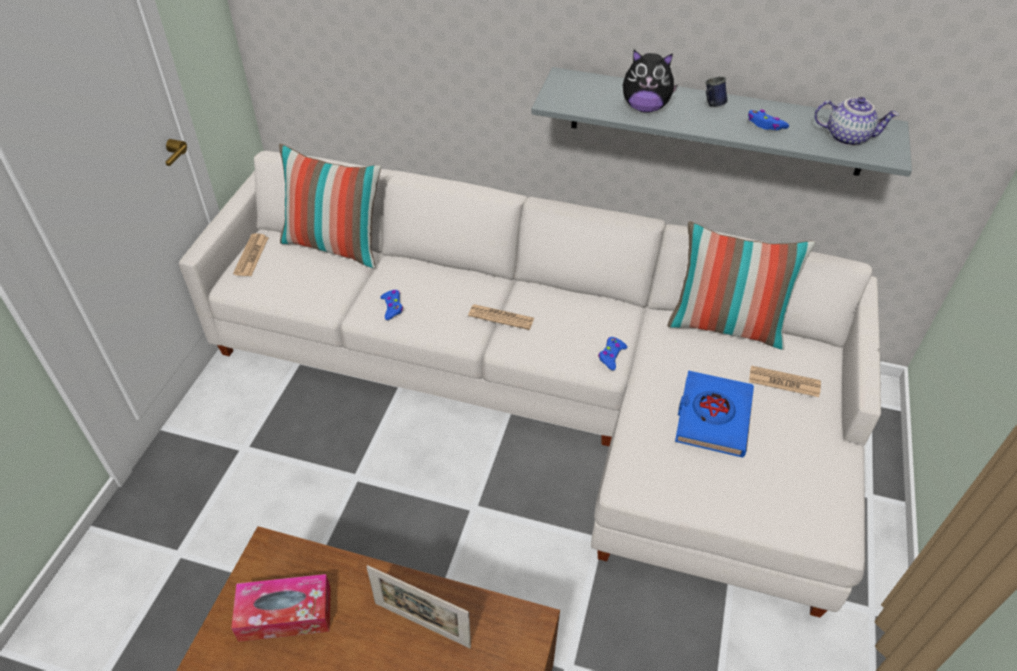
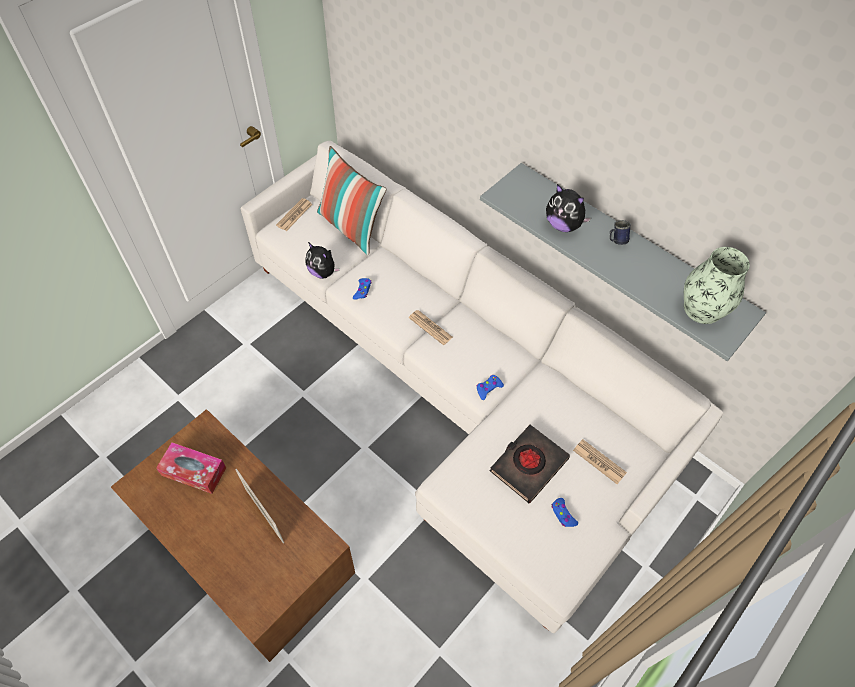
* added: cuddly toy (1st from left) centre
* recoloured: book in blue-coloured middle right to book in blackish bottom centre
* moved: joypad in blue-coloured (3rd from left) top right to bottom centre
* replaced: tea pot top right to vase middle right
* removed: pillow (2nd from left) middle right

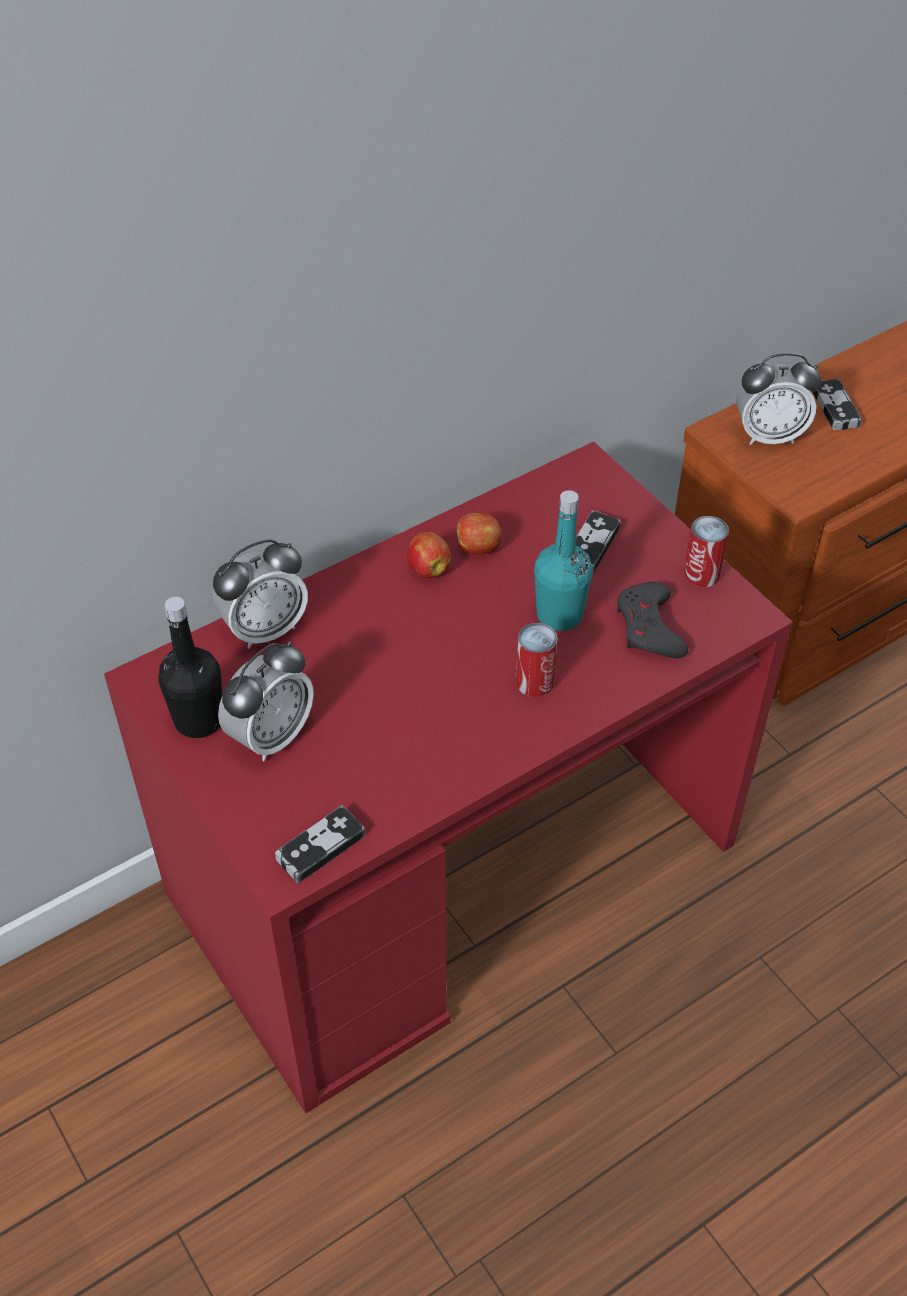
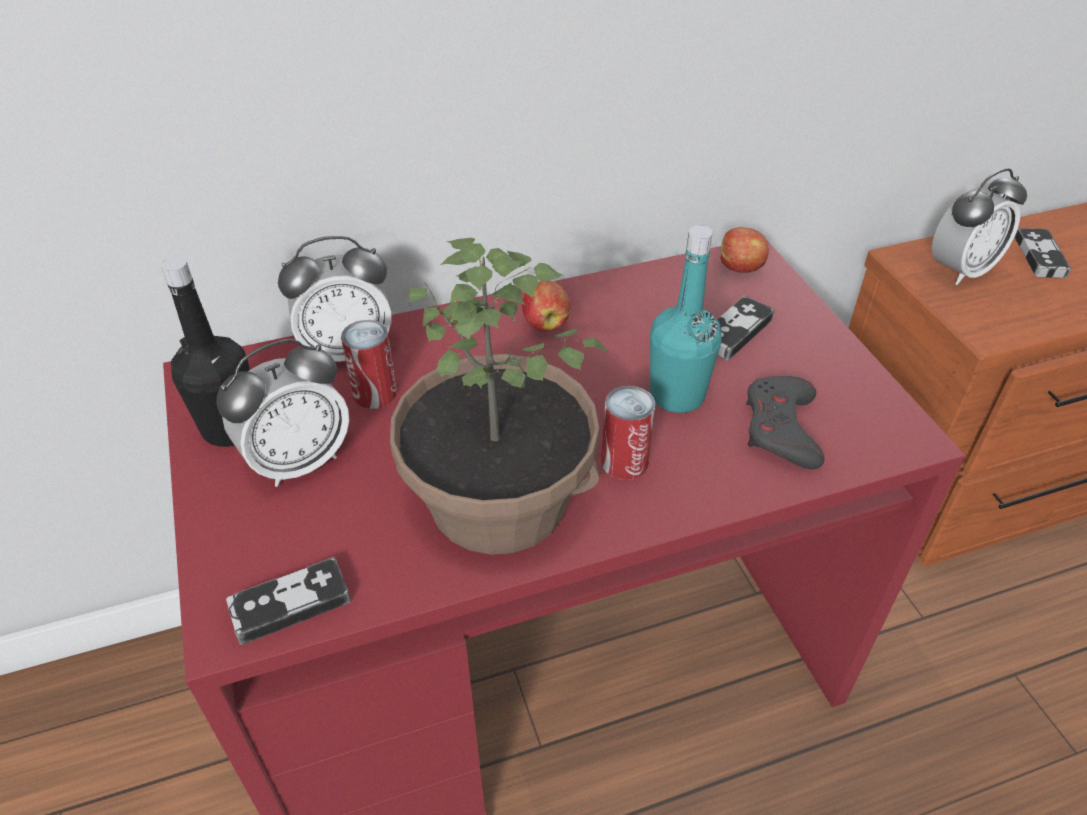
* moved: metal can (2nd from left in the first image) middle right to metal can (1st from left) centre
* added: potted plant centre
* moved: apple fruit (2nd from left) centre to top right
* turned: bedside clock (3rd from left) top right = top right 45 degrees counterclockwise

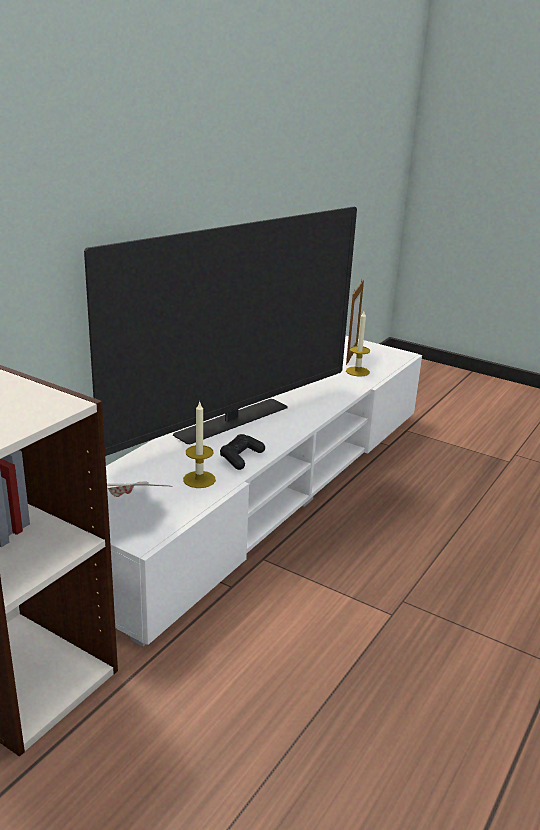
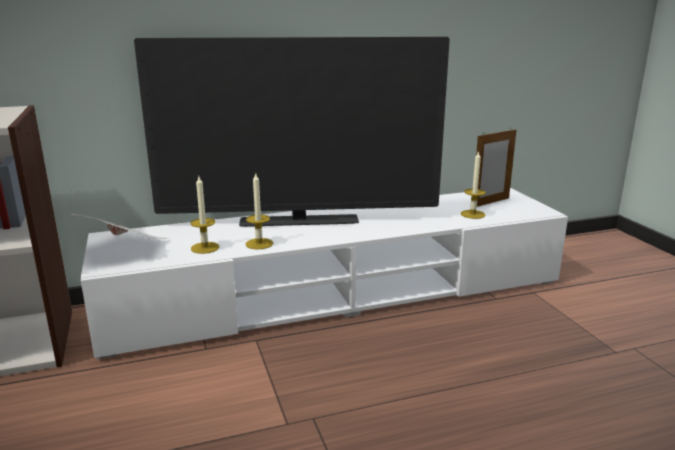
* replaced: joypad in blackish centre to candle (2nd from left) centre

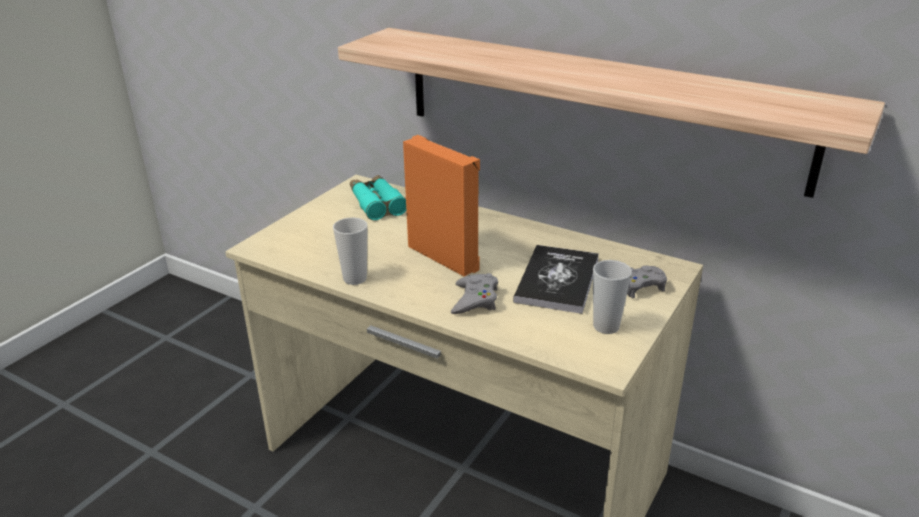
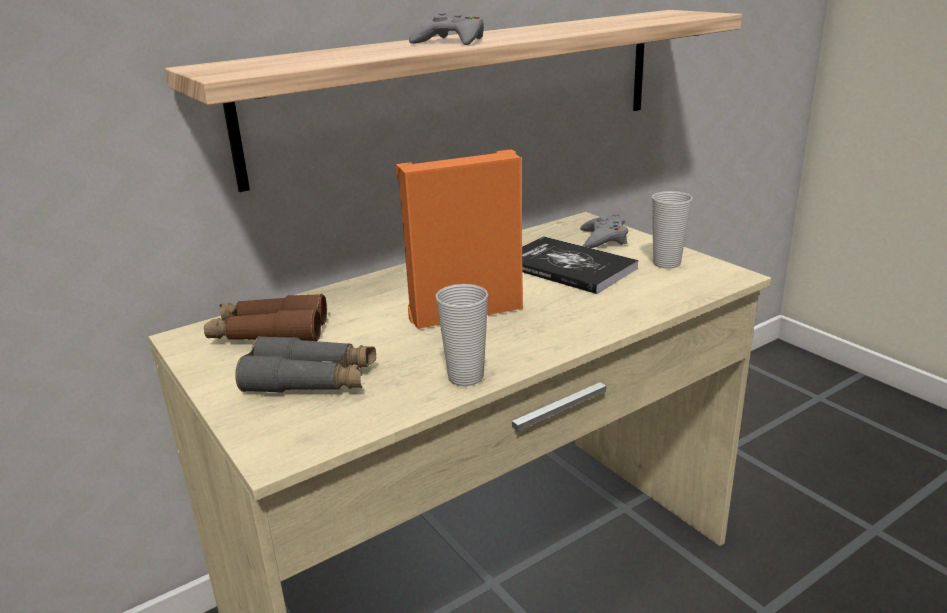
* recoloured: binoculars in turquoise centre to binoculars in brown-coloured middle left
* added: binoculars in gray middle left
* moved: joypad in gray (1st from left) centre to top centre

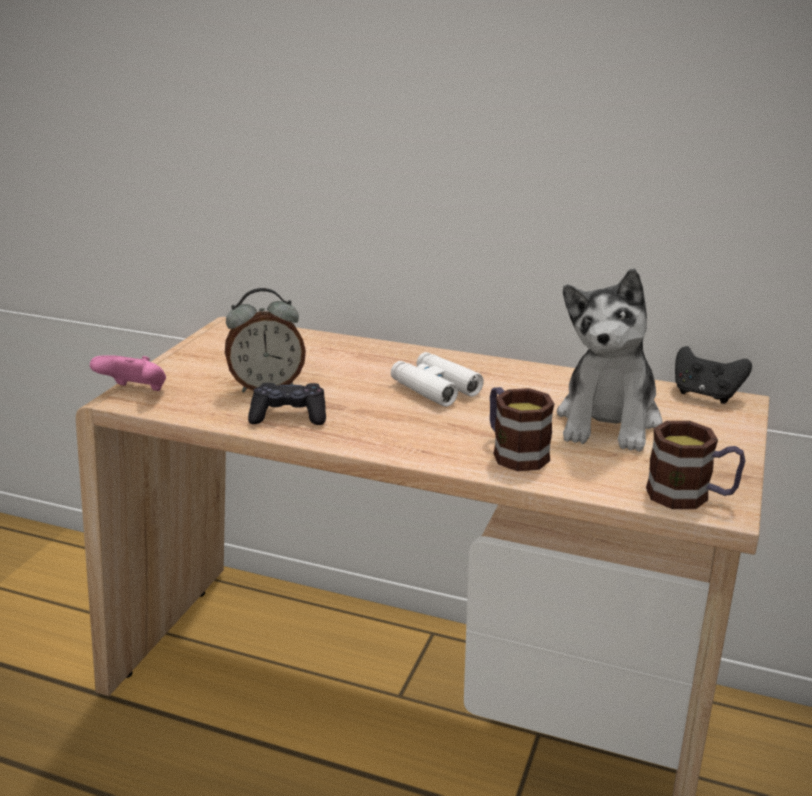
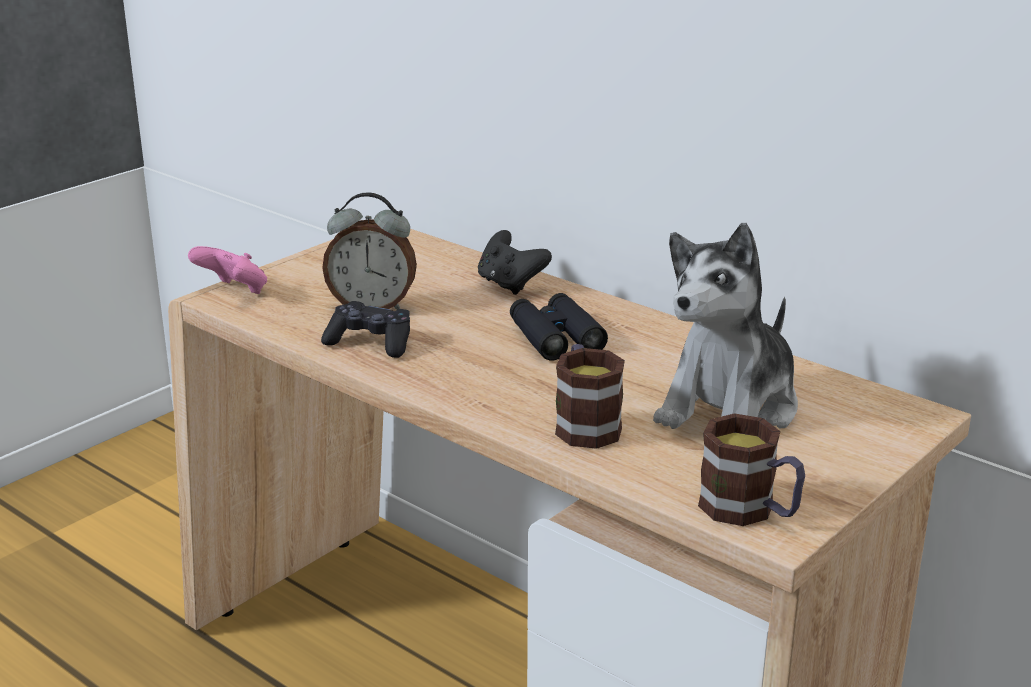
* moved: joypad in blackish (2nd from left) middle right to centre
* recoloured: binoculars in white-coloured centre to binoculars in blackish centre

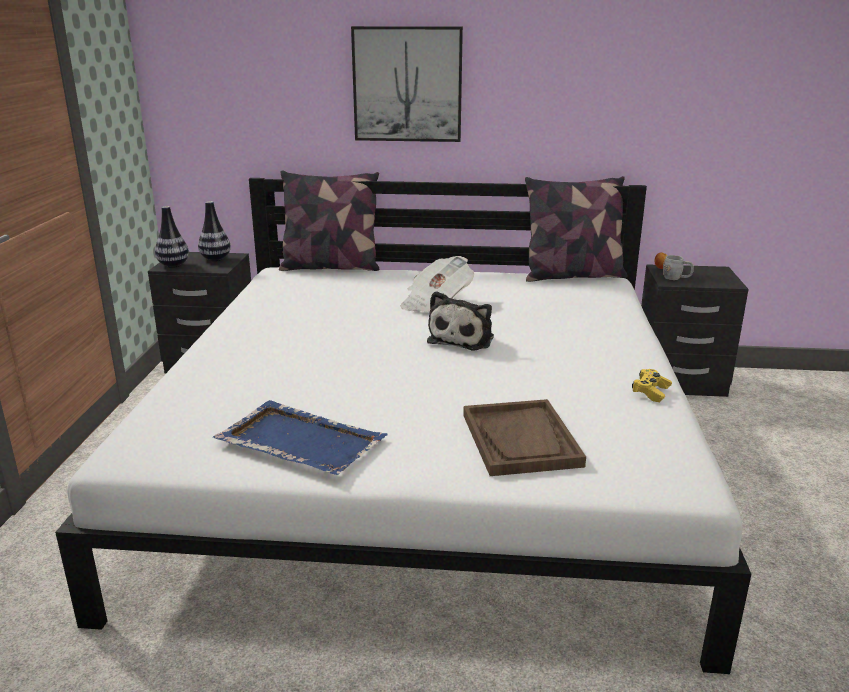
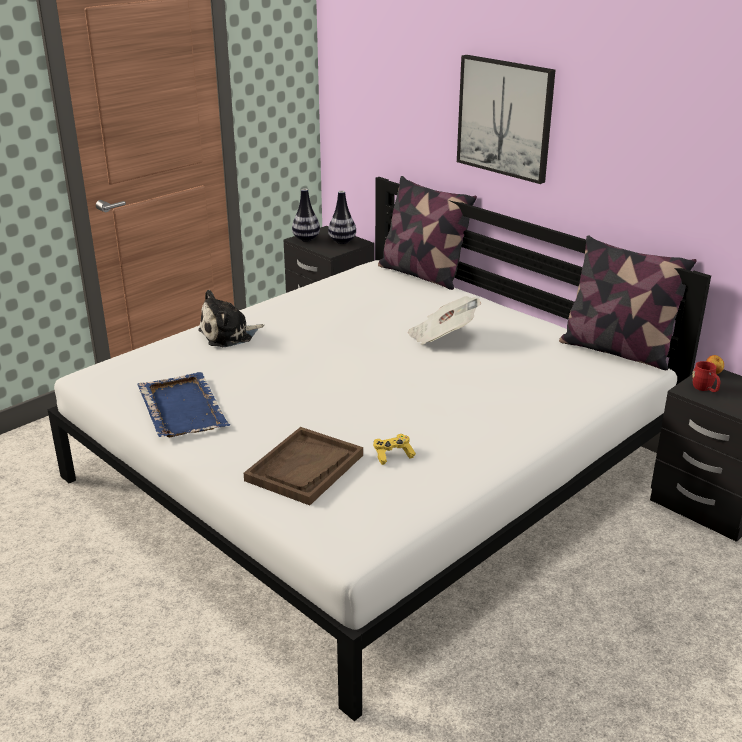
* moved: cuddly toy centre to middle left
* moved: joypad in yellowish middle right to centre
* recoloured: coffee mug in gray middle right to coffee mug in red-coloured middle right

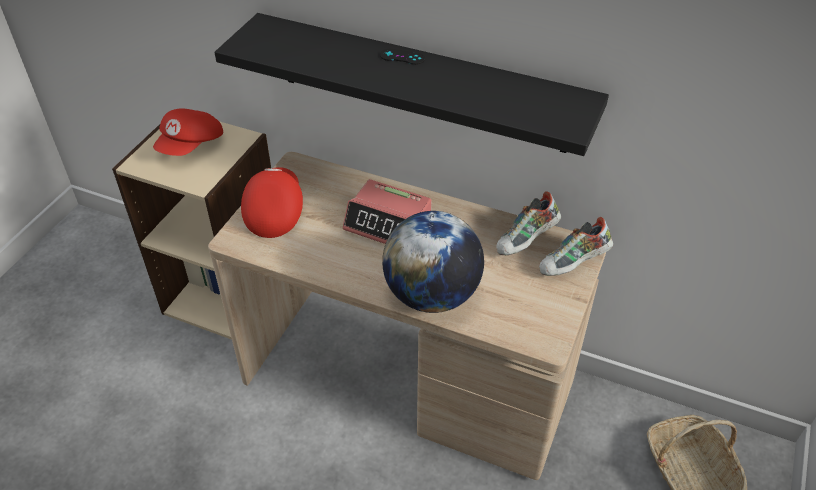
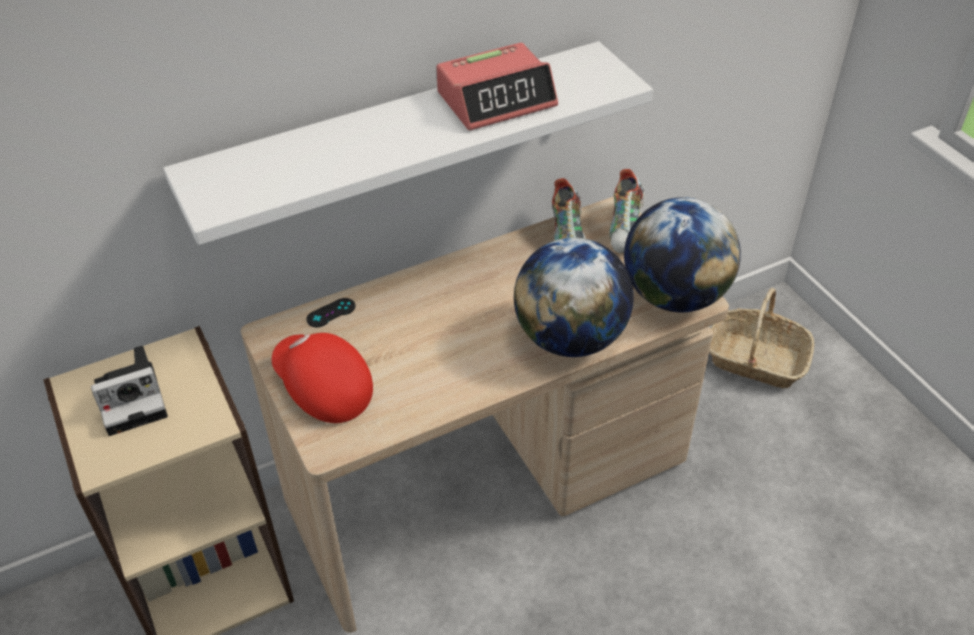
* replaced: cap in red-coloured (1st from left) top left to photo camera middle left
* recoloured: shelf in blackish top centre to shelf in white-coloured top centre
* moved: joypad in blackish top centre to centre
* moved: bedside clock centre to top centre
* added: globe (2nd from left) middle right

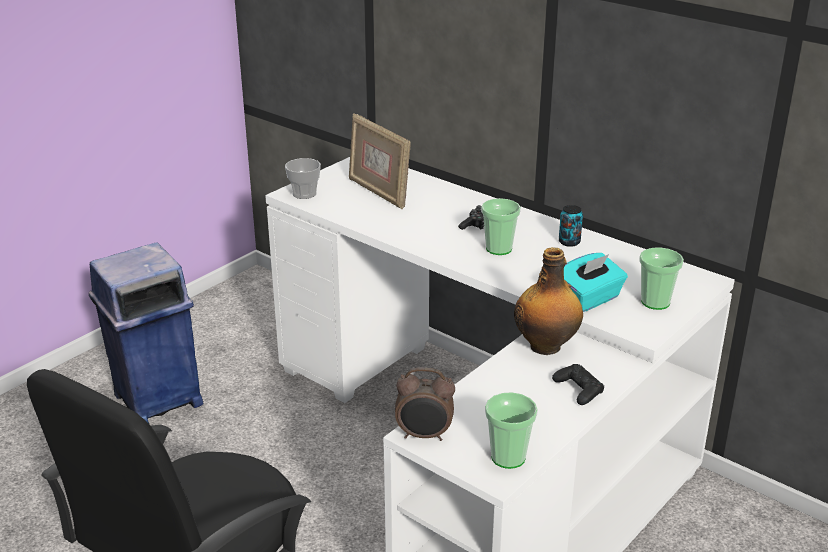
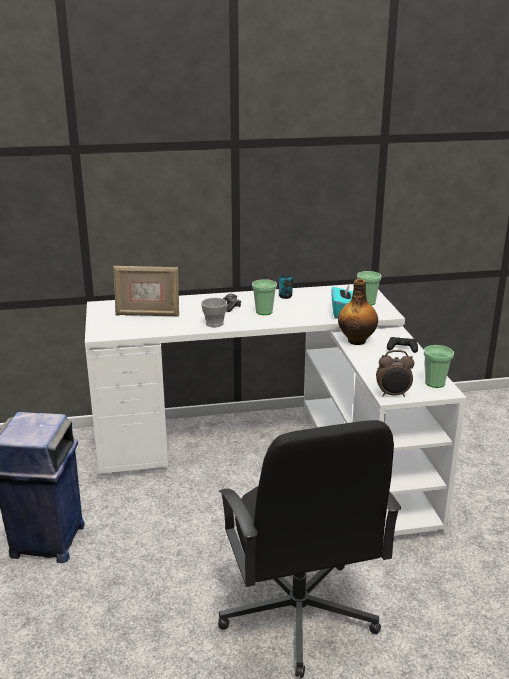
* moved: cup (1st from left) top centre to centre
* turned: bedside clock bottom centre = middle right 45 degrees clockwise

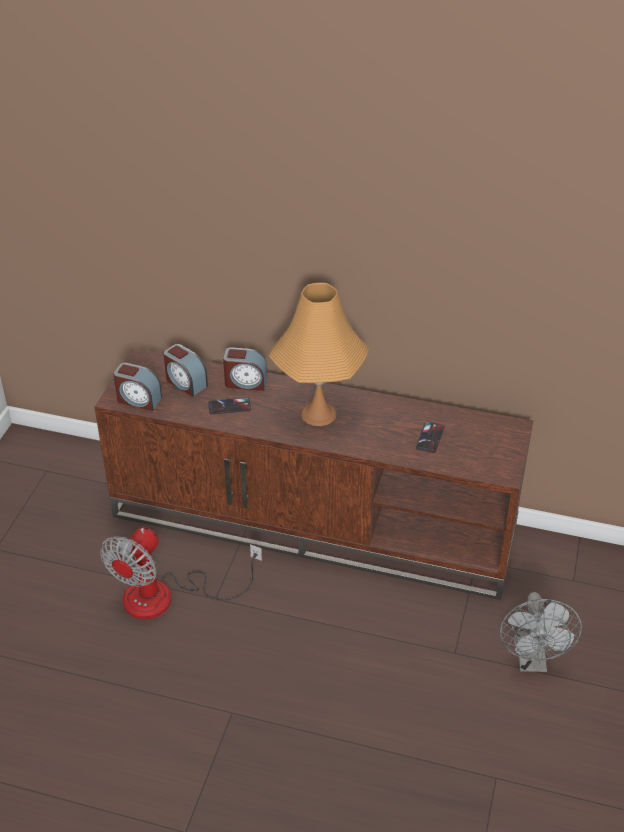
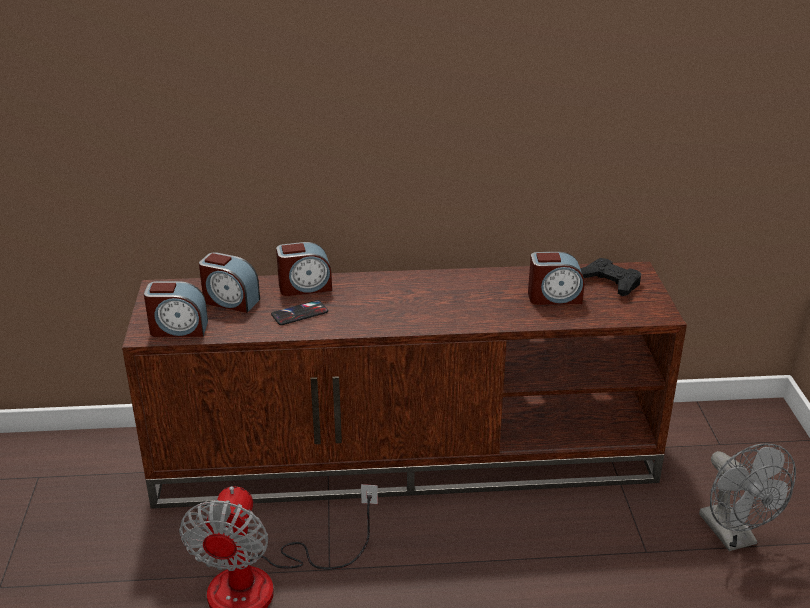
* replaced: phone (2nd from left) middle right to bedside clock (4th from left) middle right
* added: joypad in blackish middle right
* removed: tabletop lamp in orange-coloured centre

